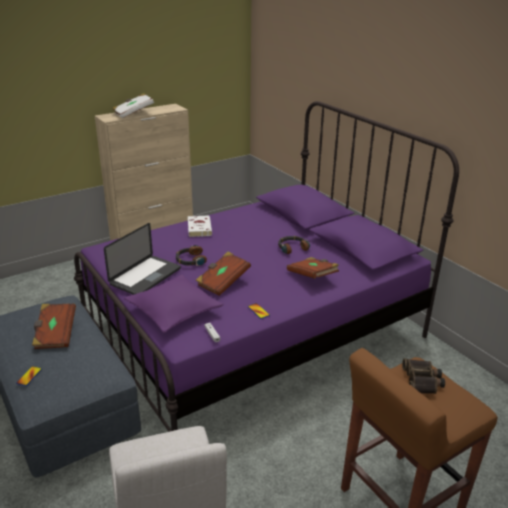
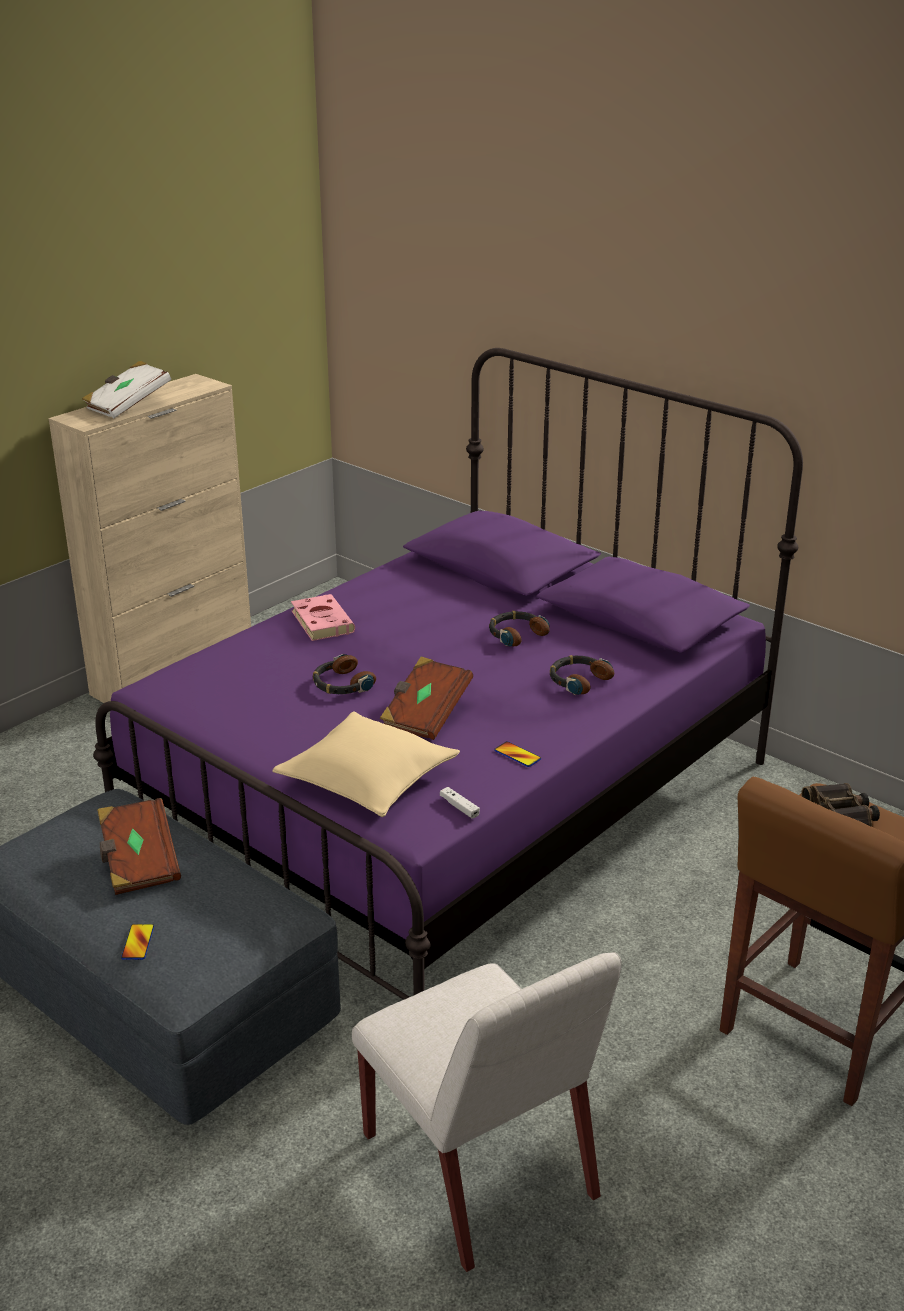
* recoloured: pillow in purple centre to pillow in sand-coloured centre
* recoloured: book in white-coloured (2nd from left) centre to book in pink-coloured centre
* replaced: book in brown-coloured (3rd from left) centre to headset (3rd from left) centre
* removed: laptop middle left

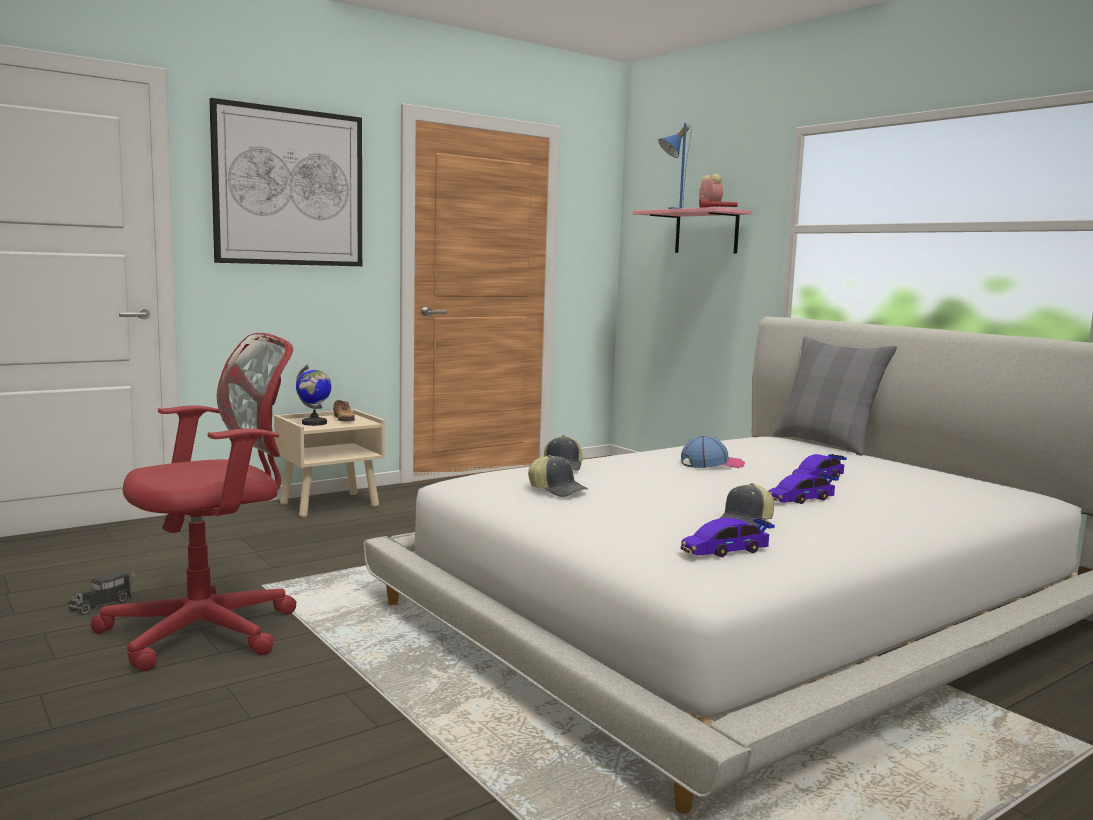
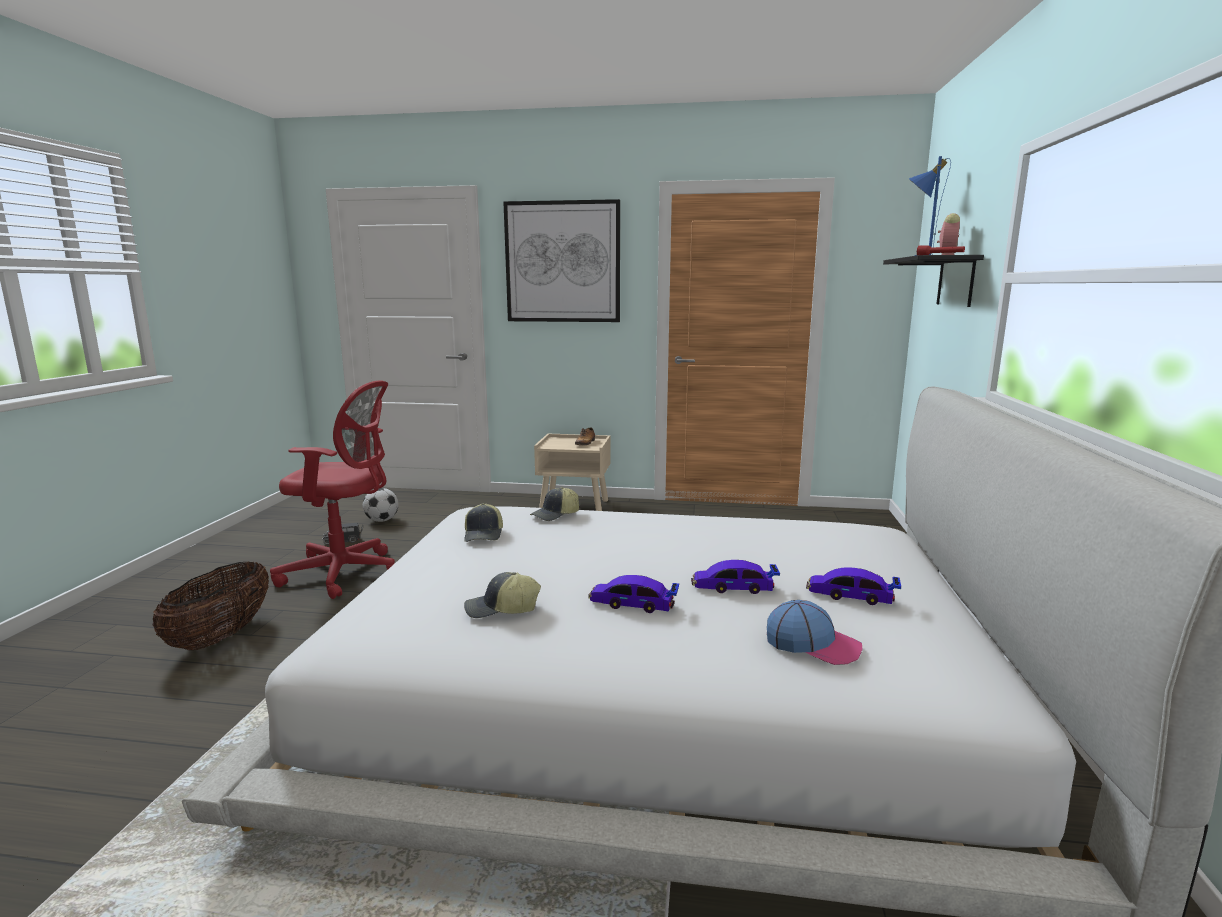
* added: household basket middle left
* added: football middle left
* moved: cap (3rd from left in the first image) centre to cap (4th from left) bottom right
* moved: miniature car (1st from left in the first image) centre to miniature car (3rd from left) middle right
* recoloured: shelf in pink-coloured top centre to shelf in blackish top right
* removed: globe middle left
* removed: pillow in gray middle right

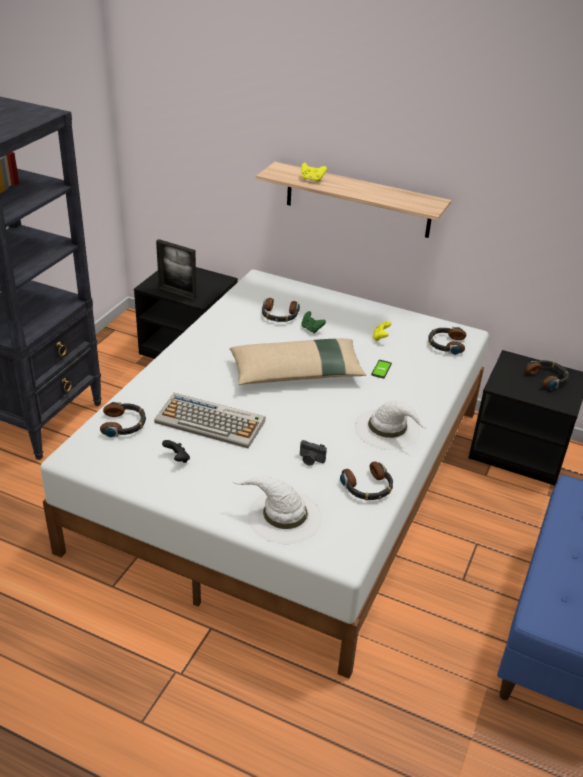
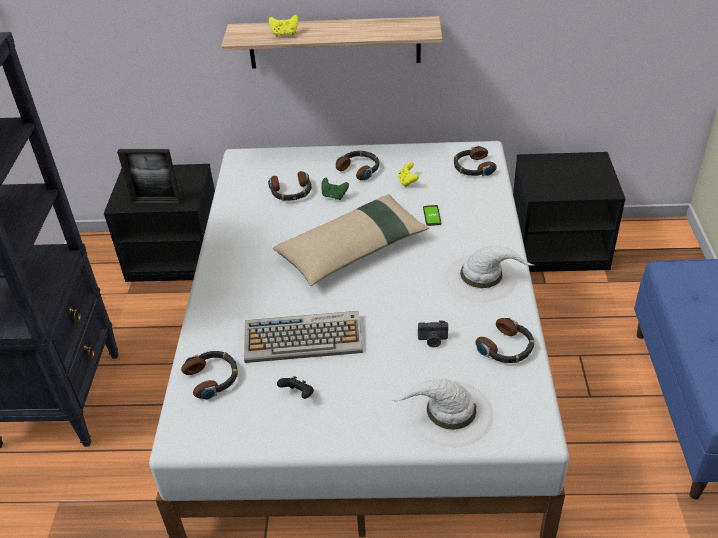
* moved: headset (5th from left in the first image) middle right to headset (3rd from left) top centre

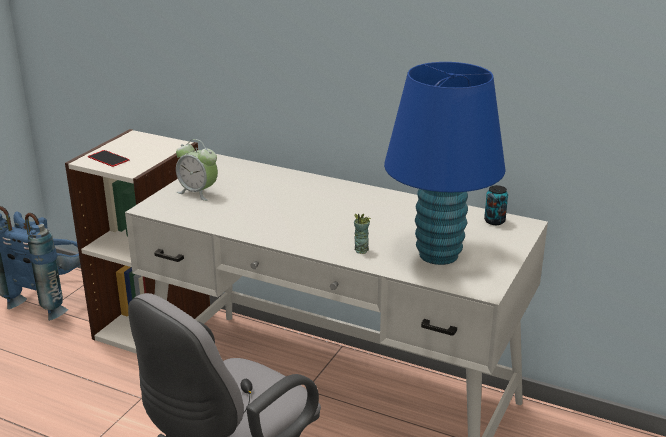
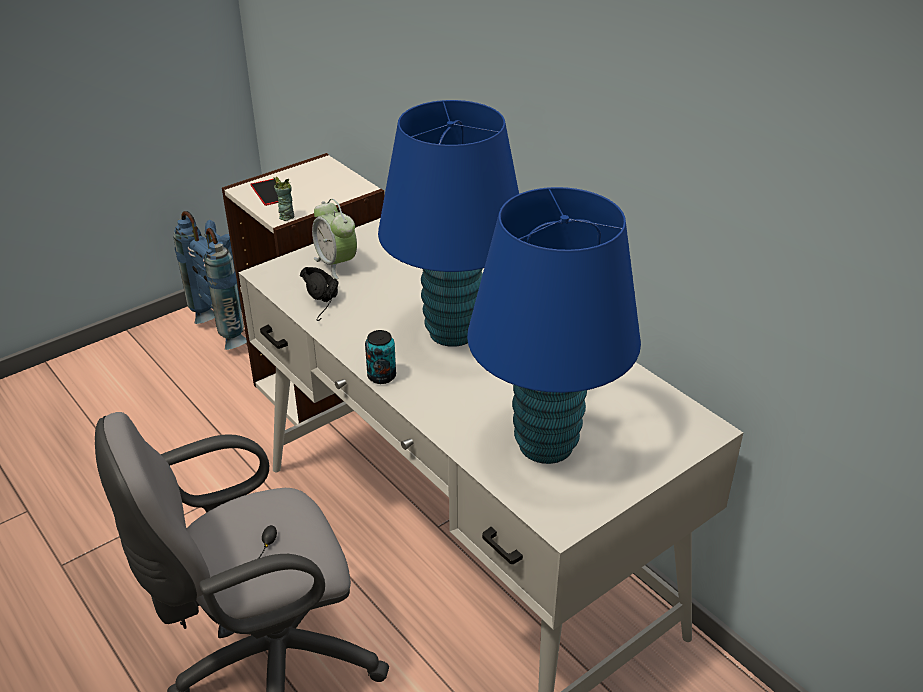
* moved: cup centre to top left
* added: headset in blackish centre
* moved: metal can middle right to centre
* added: tabletop lamp in blue-coloured (1st from left) top centre

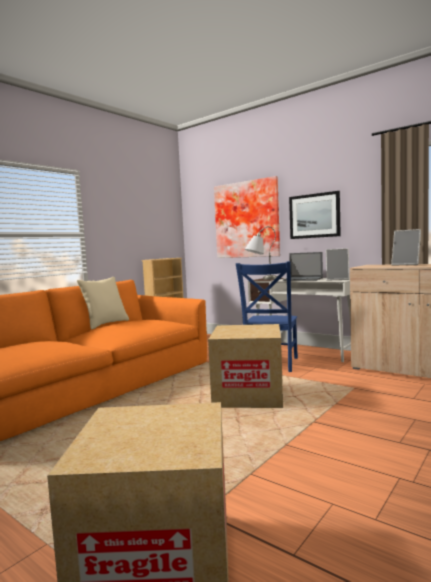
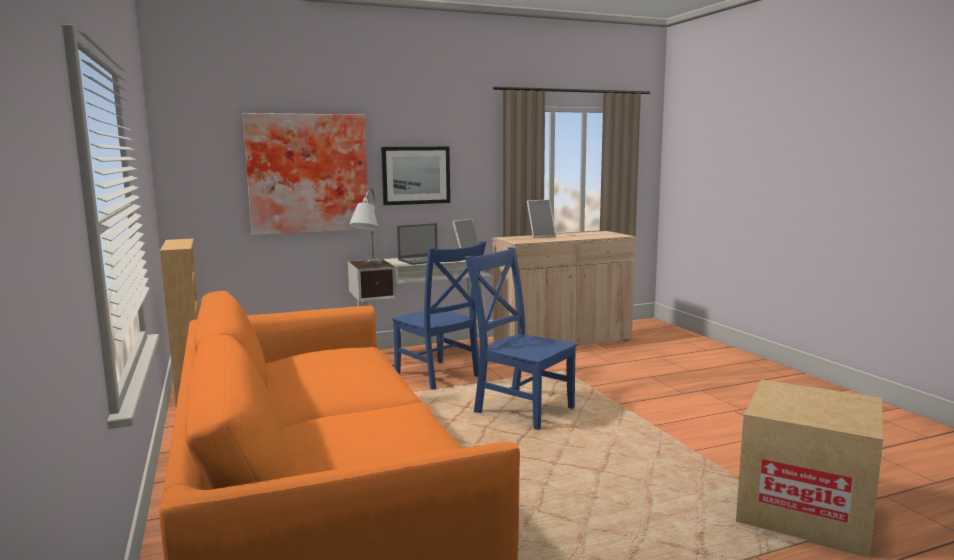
* replaced: packing box (2nd from left) centre to chair in blue-coloured (2nd from left) centre
* removed: pillow in sand-coloured middle left

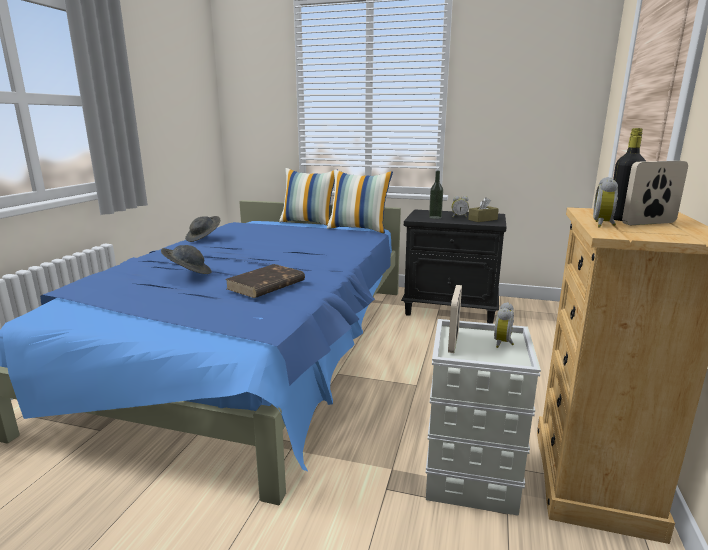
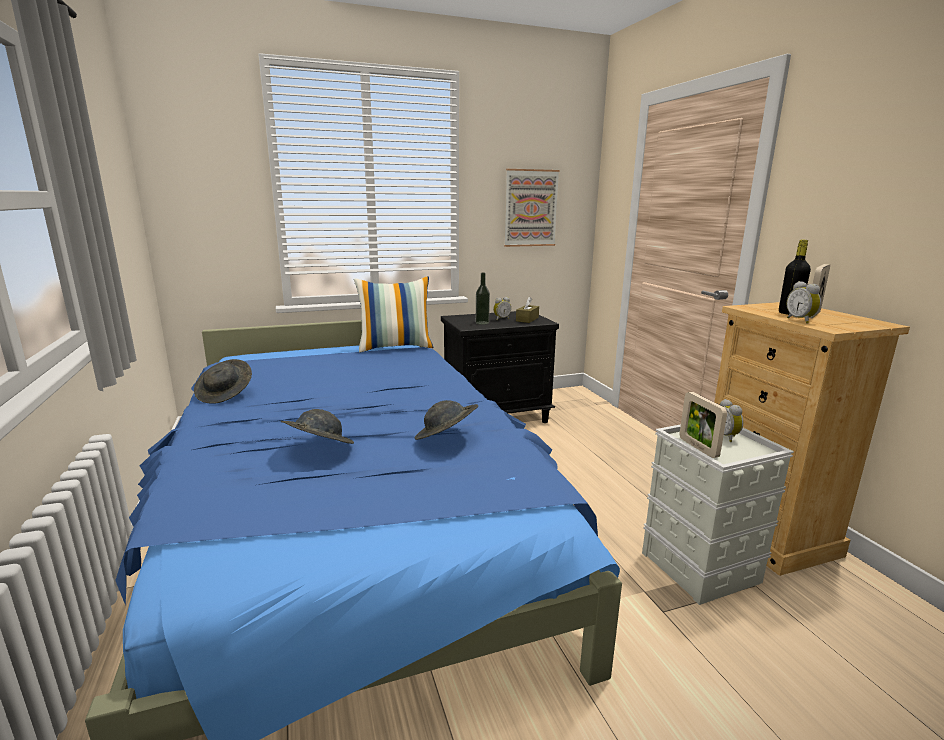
* replaced: book in brown-coloured centre to hat in gray (3rd from left) centre
* added: wall picture top centre
* removed: pillow (1st from left) centre

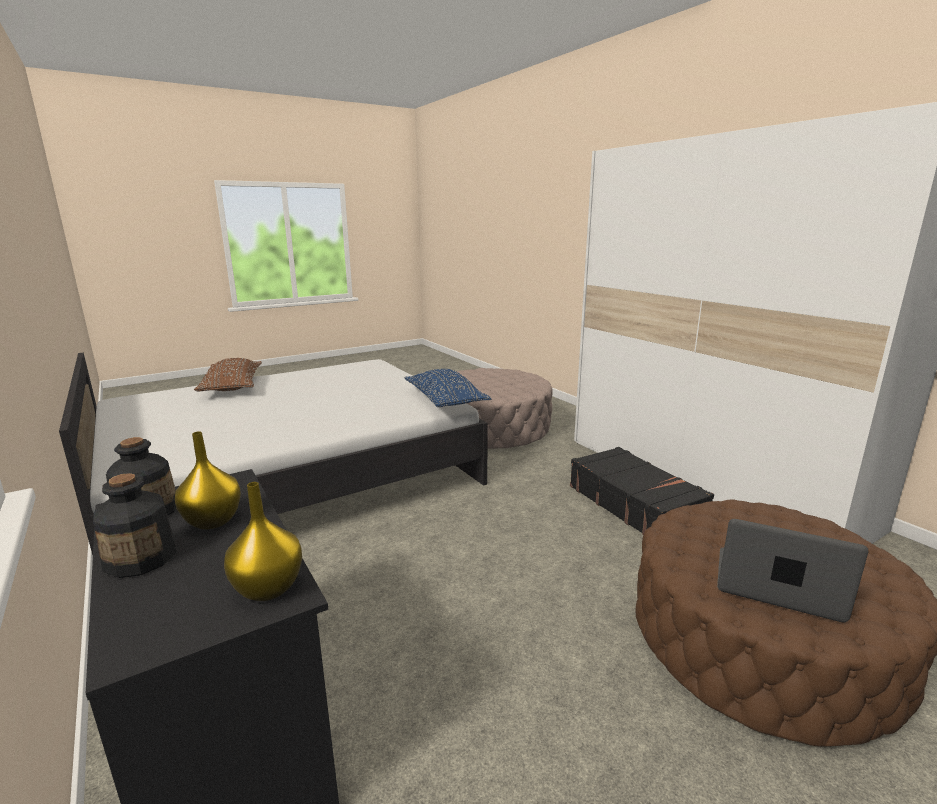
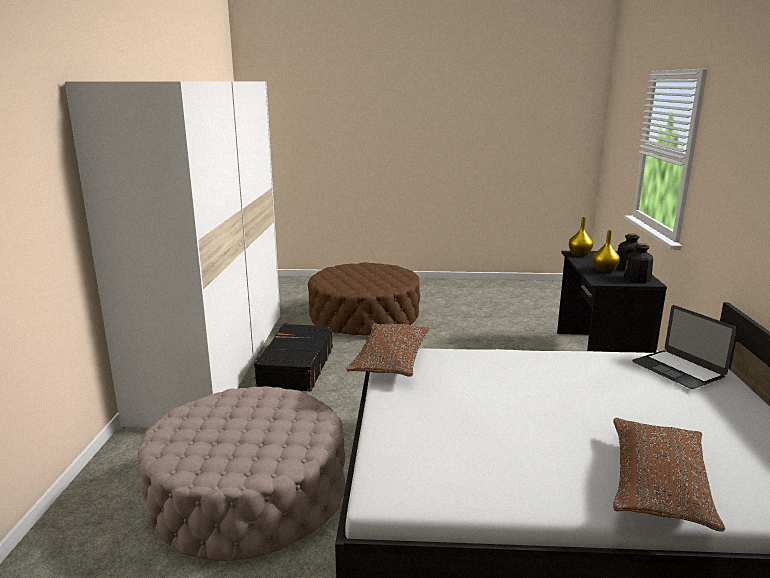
* recoloured: pillow in blue-coloured centre to pillow in brown-coloured (1st from left) centre
* moved: laptop bottom right to middle right

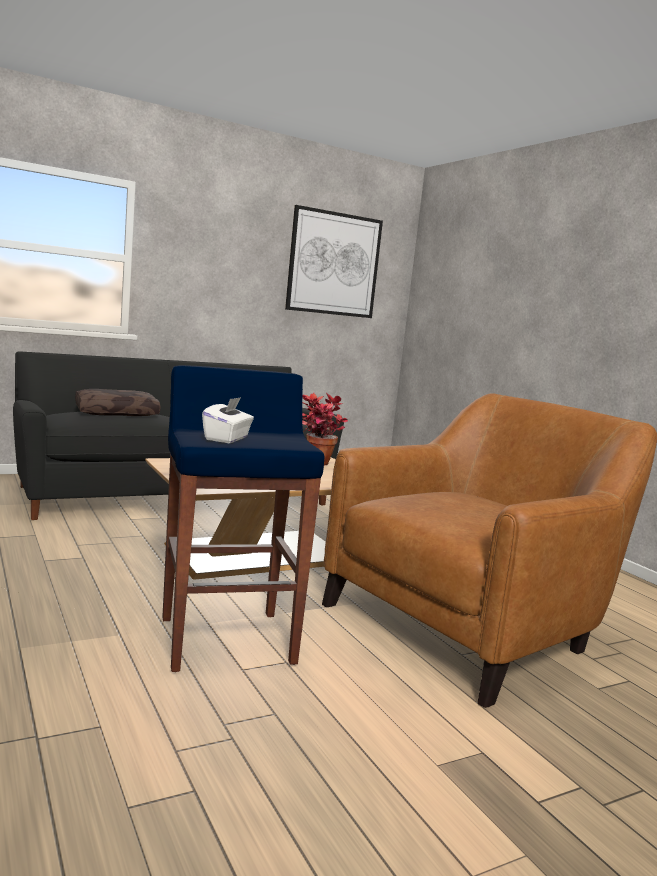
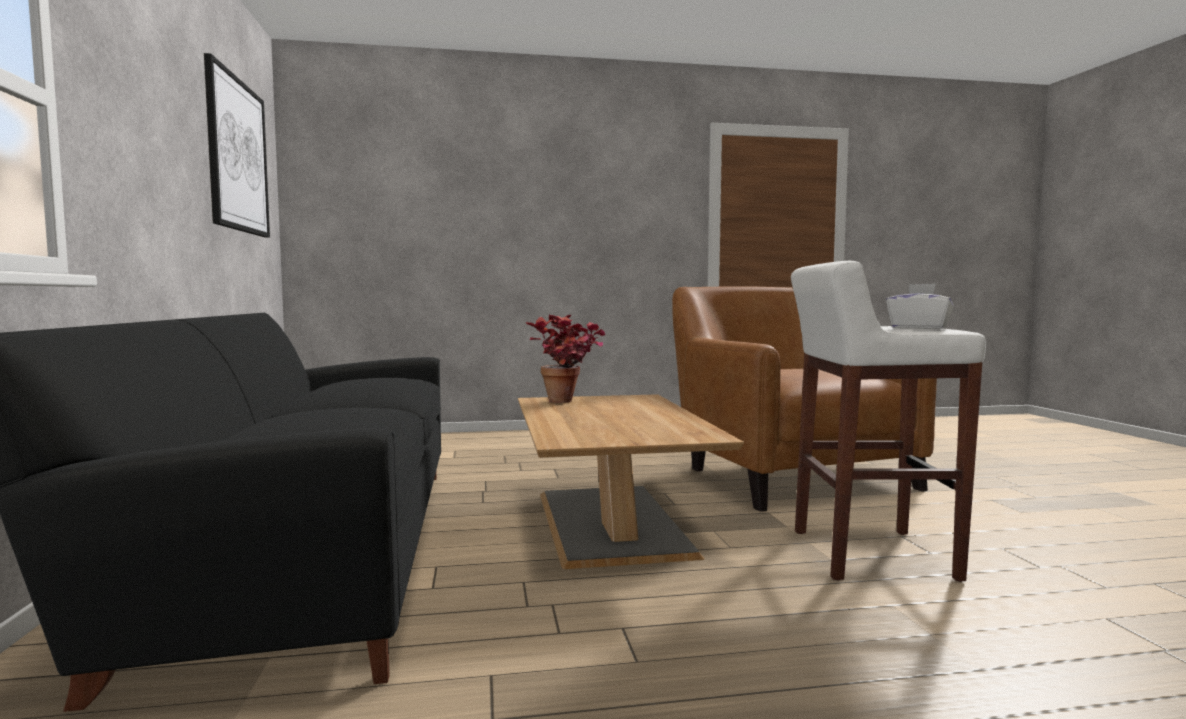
* recoloured: sitting stool in blue-coloured centre to sitting stool in white-coloured middle right
* removed: pillow in brown-coloured middle left

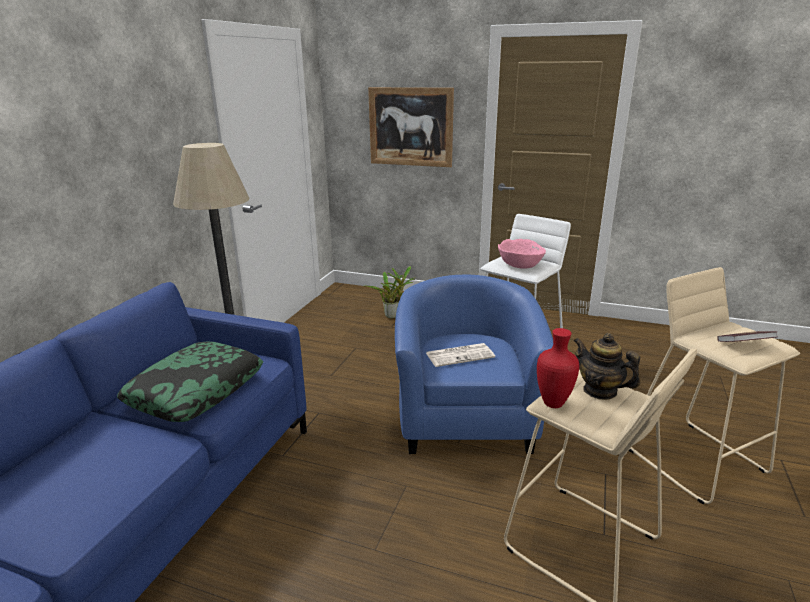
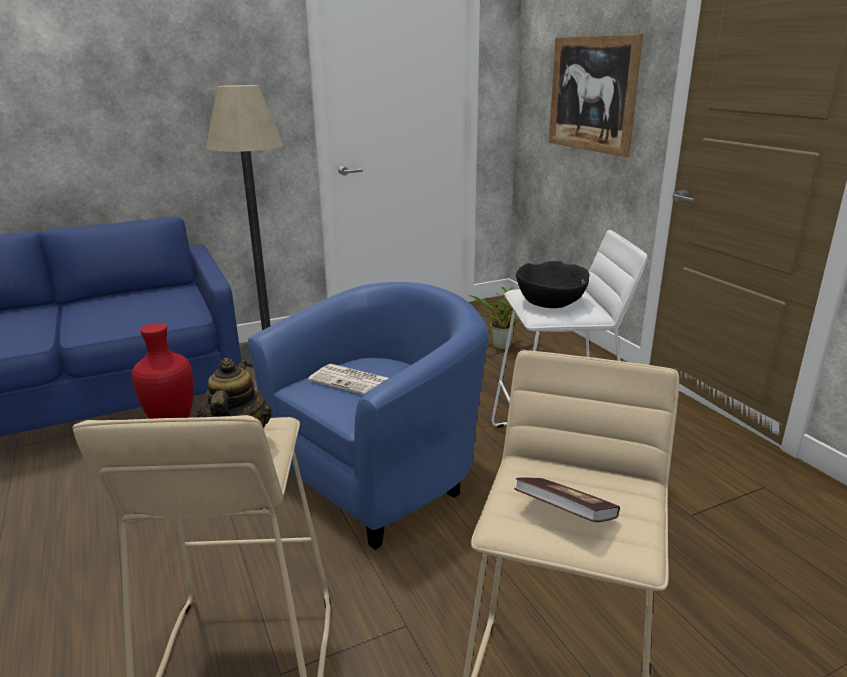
* recoloured: bowl in pink-coloured centre to bowl in blackish centre
* removed: pillow middle left

